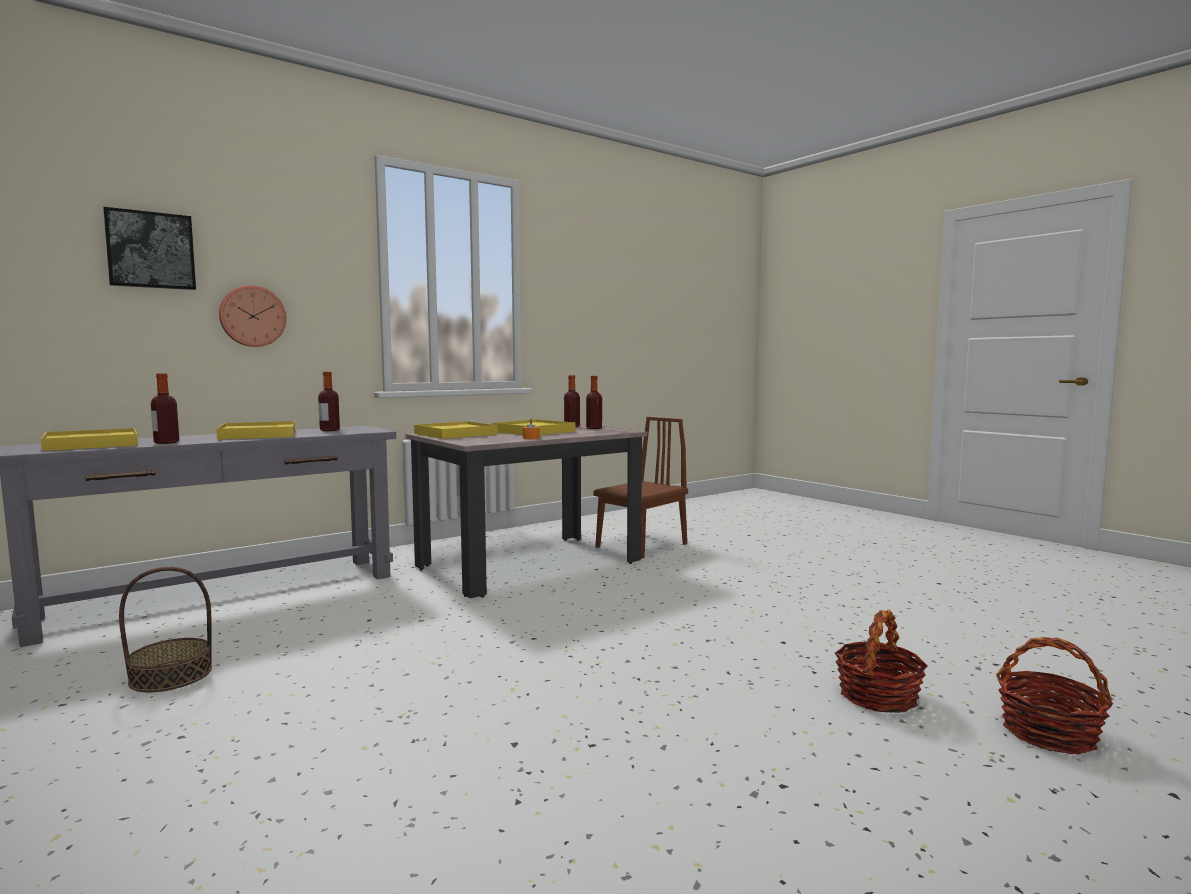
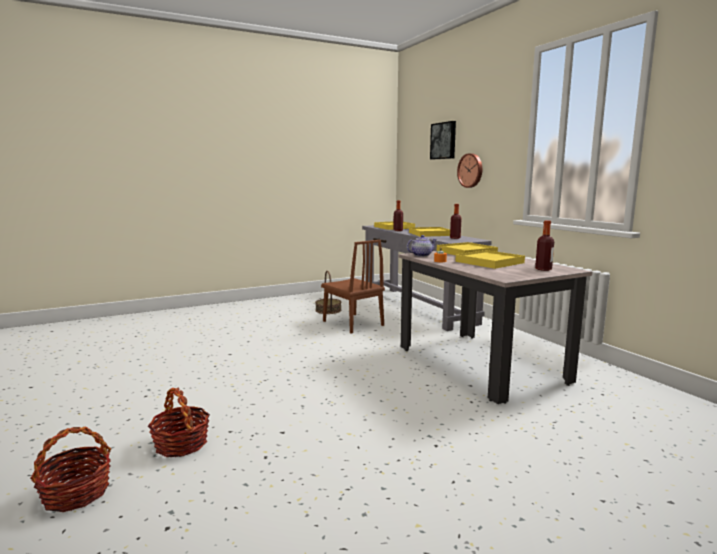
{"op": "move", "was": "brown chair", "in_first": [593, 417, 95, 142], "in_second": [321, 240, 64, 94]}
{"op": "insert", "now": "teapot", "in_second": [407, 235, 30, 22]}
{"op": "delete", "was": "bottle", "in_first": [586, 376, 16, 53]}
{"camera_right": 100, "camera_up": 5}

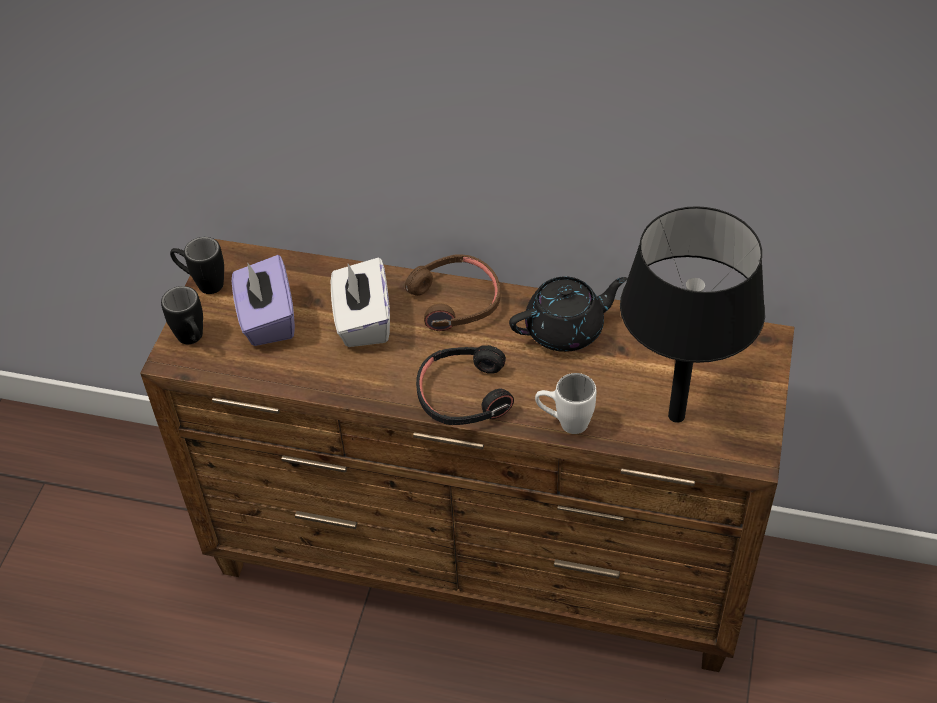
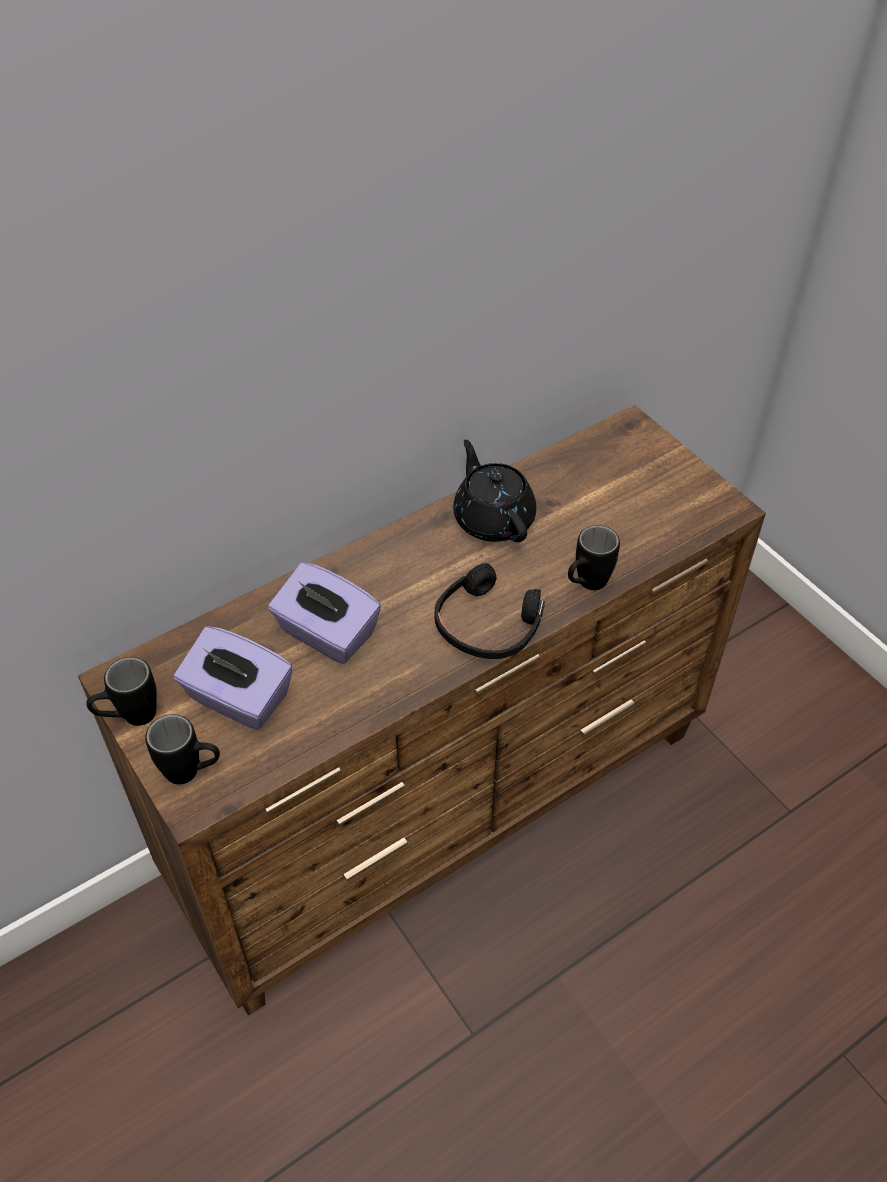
{"op": "recolor", "was": "white tissue box", "now": "purple tissue box", "in_first": [331, 257, 59, 90], "in_second": [268, 562, 113, 102]}
{"op": "rotate", "was": "black teapot", "in_first": [509, 276, 119, 76], "in_second": [453, 440, 83, 102], "clockwise": -45}
{"op": "recolor", "was": "white mug", "now": "black mug", "in_first": [535, 373, 61, 61], "in_second": [568, 525, 52, 65]}
{"op": "delete", "was": "brown headphones", "in_first": [405, 254, 96, 77]}
{"op": "delete", "was": "black table lamp", "in_first": [620, 206, 145, 217]}
{"camera_right": -50, "camera_up": 0}

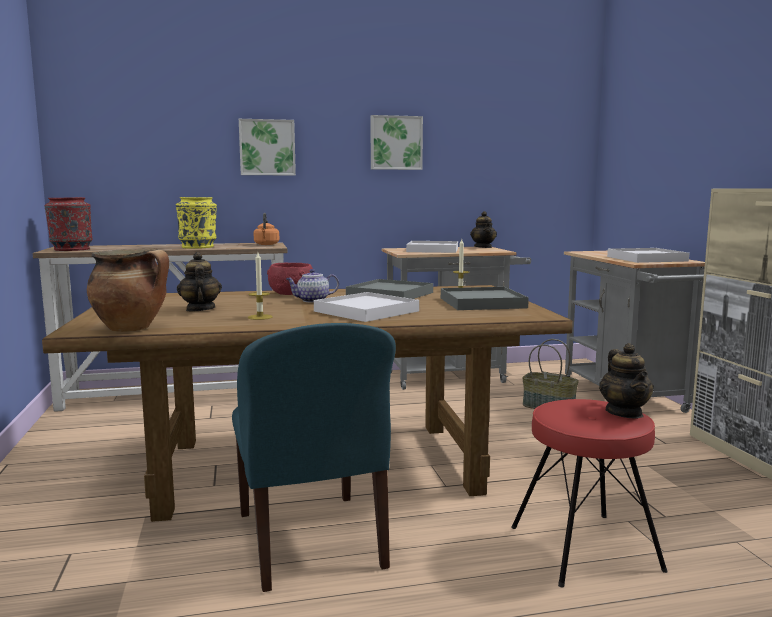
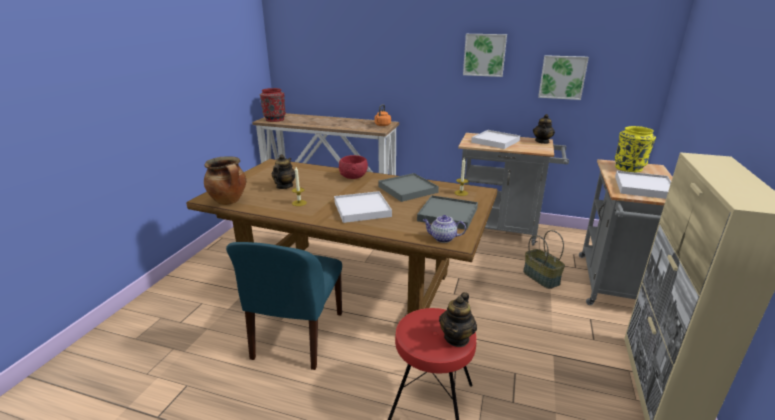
{"op": "move", "was": "teapot", "in_first": [286, 269, 53, 34], "in_second": [423, 215, 43, 28]}
{"op": "move", "was": "picture", "in_first": [239, 119, 57, 56], "in_second": [538, 55, 51, 45]}
{"op": "move", "was": "yellow vase", "in_first": [176, 197, 41, 52], "in_second": [614, 126, 42, 46]}
{"camera_right": 30, "camera_up": 15}

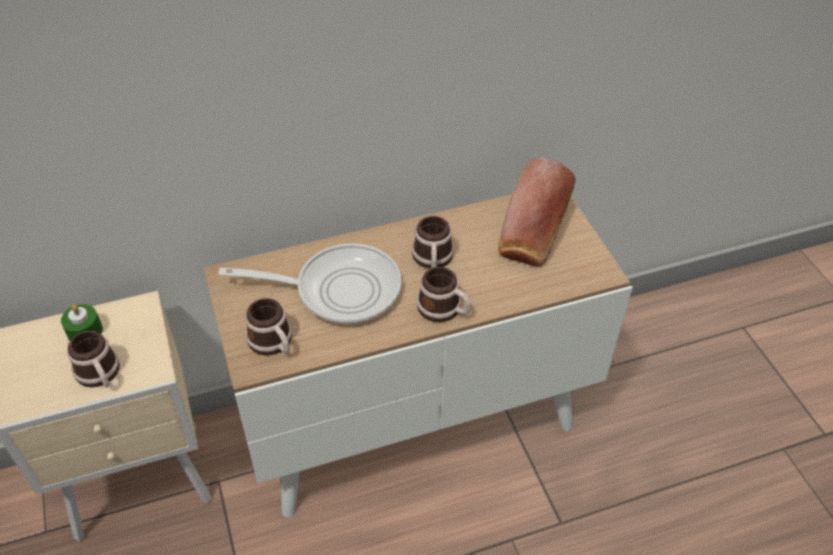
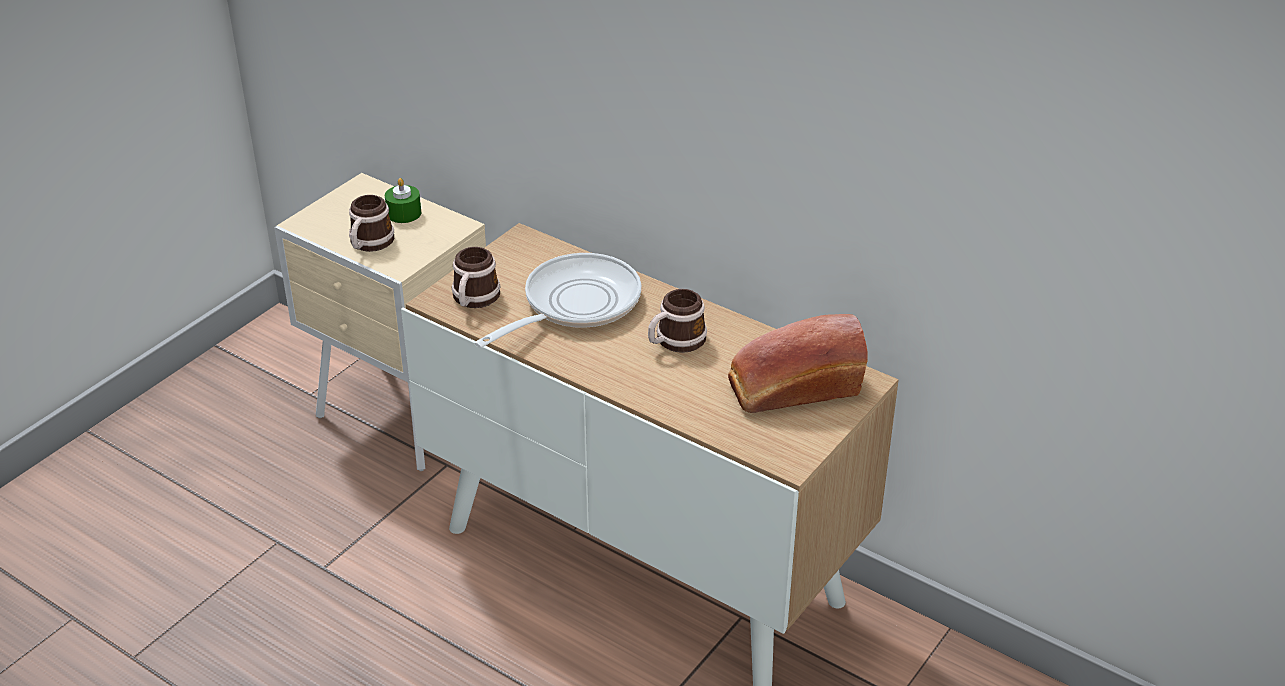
{"op": "rotate", "was": "frying pan", "in_first": [219, 243, 183, 81], "in_second": [474, 253, 167, 95], "clockwise": -105}
{"op": "delete", "was": "mug", "in_first": [417, 267, 54, 55]}
{"camera_right": 55, "camera_up": -10}

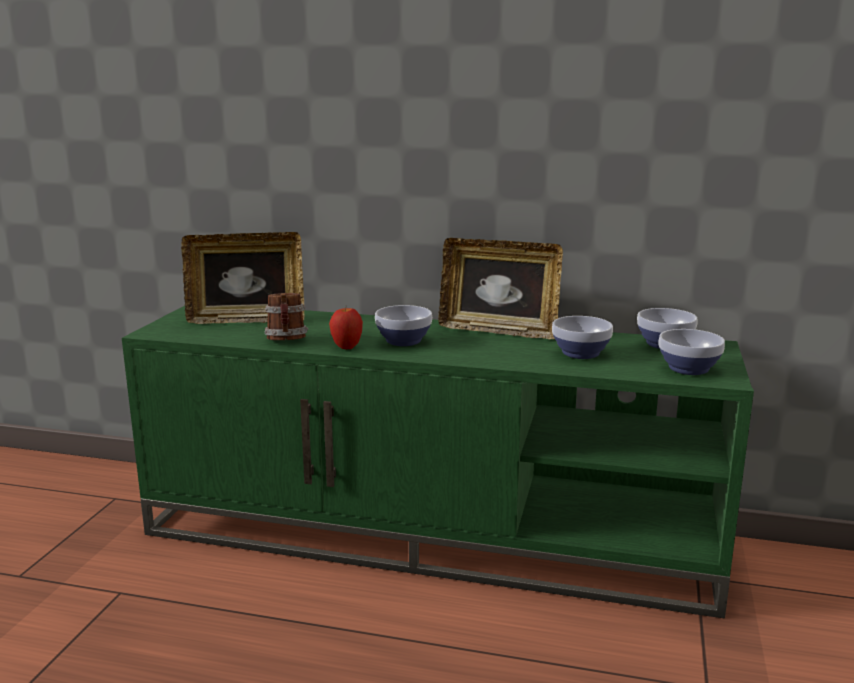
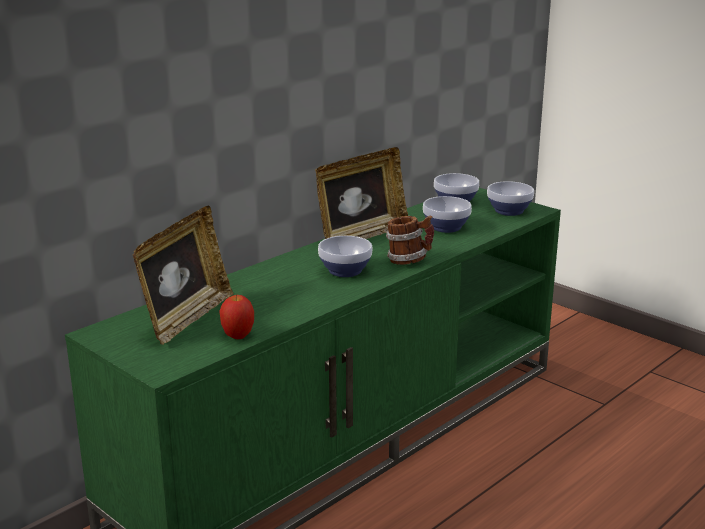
{"op": "move", "was": "apple", "in_first": [329, 308, 34, 41], "in_second": [219, 294, 35, 45]}
{"op": "move", "was": "mug", "in_first": [264, 293, 44, 47], "in_second": [386, 215, 48, 50]}
{"camera_right": -60, "camera_up": 5}

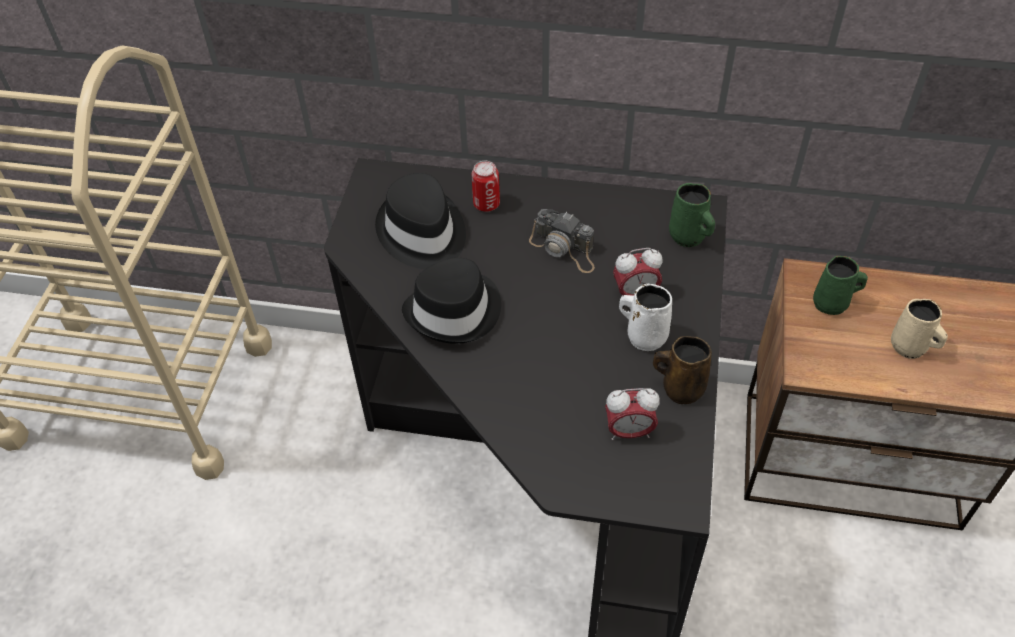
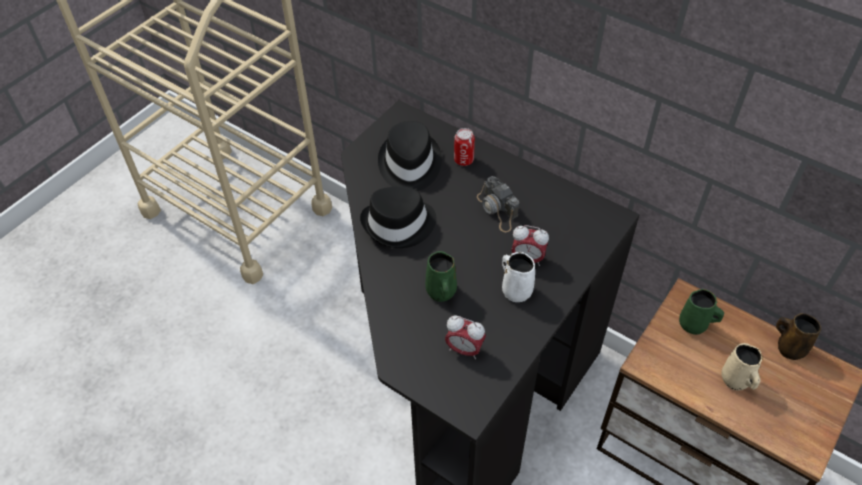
{"op": "move", "was": "green mug", "in_first": [669, 183, 46, 64], "in_second": [425, 251, 32, 51]}
{"op": "move", "was": "brown mug", "in_first": [653, 336, 59, 68], "in_second": [776, 313, 45, 47]}
{"camera_right": 25, "camera_up": 0}

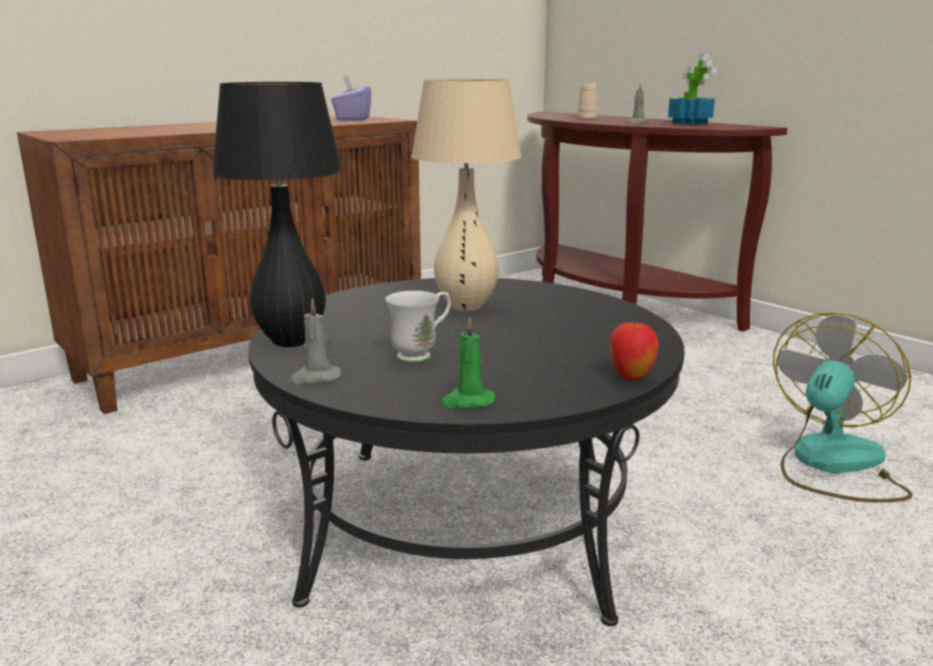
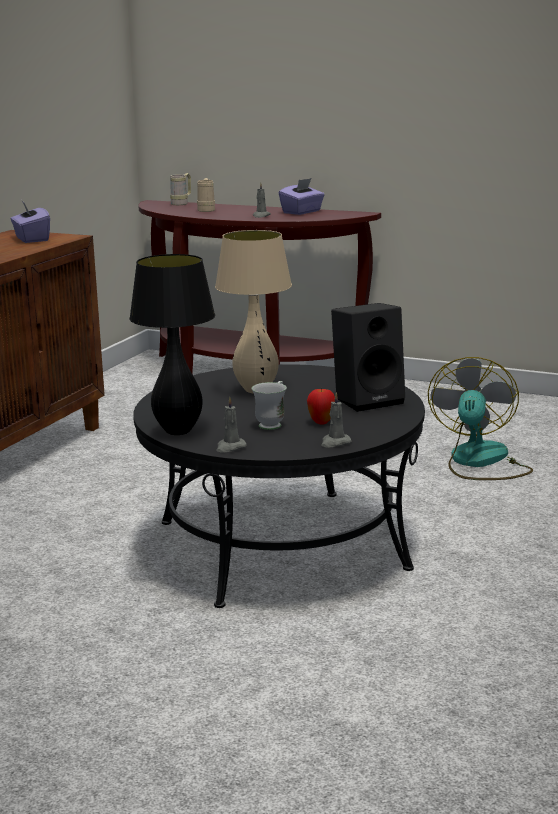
{"op": "insert", "now": "beige mug", "in_second": [170, 173, 21, 32]}
{"op": "replace", "was": "potted plant", "now": "purple tissue box", "in_first": [668, 54, 49, 71], "in_second": [279, 178, 46, 37]}
{"op": "move", "was": "apple", "in_first": [609, 320, 50, 61], "in_second": [307, 387, 28, 37]}
{"op": "recolor", "was": "green candle", "now": "grey candle", "in_first": [440, 316, 55, 92], "in_second": [321, 392, 30, 56]}
{"op": "insert", "now": "black speaker", "in_second": [331, 303, 74, 109]}
{"camera_right": -25, "camera_up": 0}

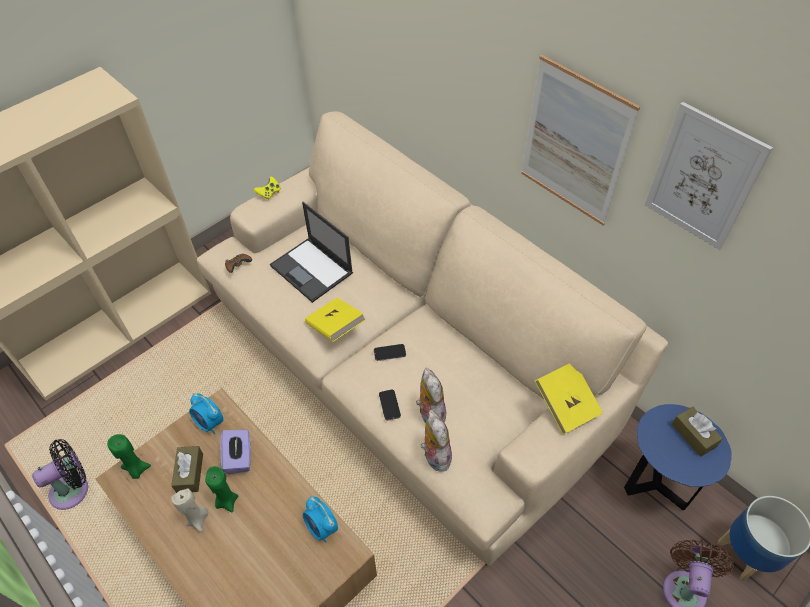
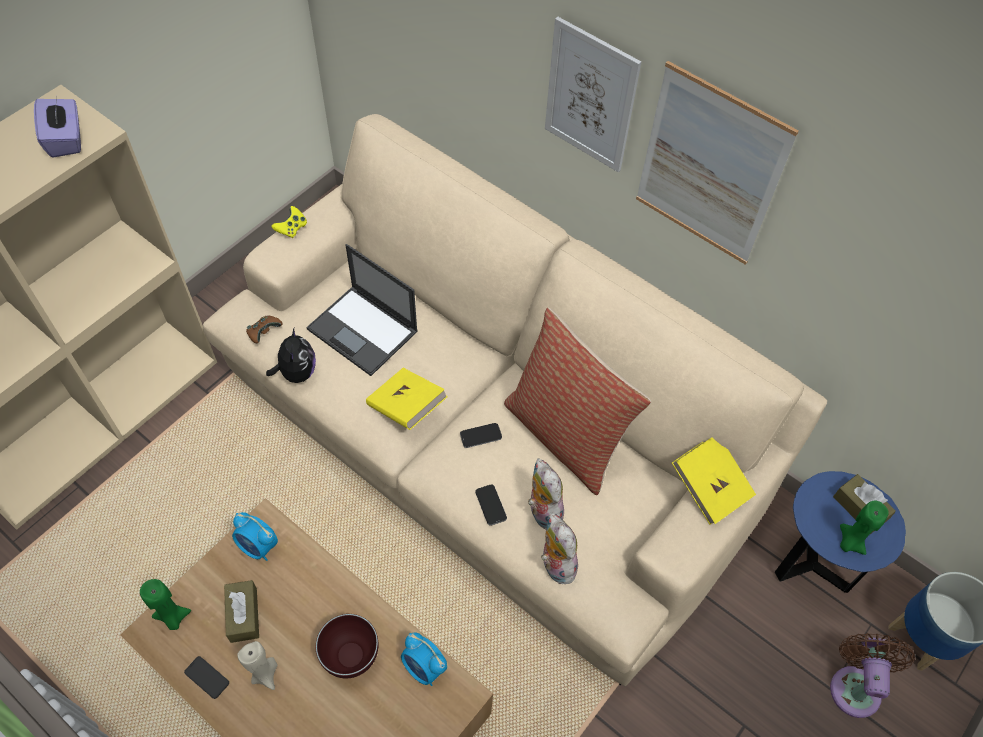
{"op": "move", "was": "purple tissue box", "in_first": [221, 430, 30, 44], "in_second": [34, 96, 47, 62]}
{"op": "insert", "now": "phone", "in_second": [184, 656, 45, 43]}
{"op": "insert", "now": "plush toy", "in_second": [266, 328, 50, 55]}
{"op": "insert", "now": "brown bowl", "in_second": [316, 614, 63, 64]}
{"op": "insert", "now": "pillow", "in_second": [504, 307, 147, 188]}
{"op": "move", "was": "picture", "in_first": [645, 102, 128, 148], "in_second": [545, 17, 96, 155]}
{"op": "move", "was": "green candle", "in_first": [205, 466, 33, 47], "in_second": [840, 501, 49, 54]}
{"op": "delete", "was": "black fan", "in_first": [32, 439, 56, 71]}
{"camera_right": -10, "camera_up": 5}

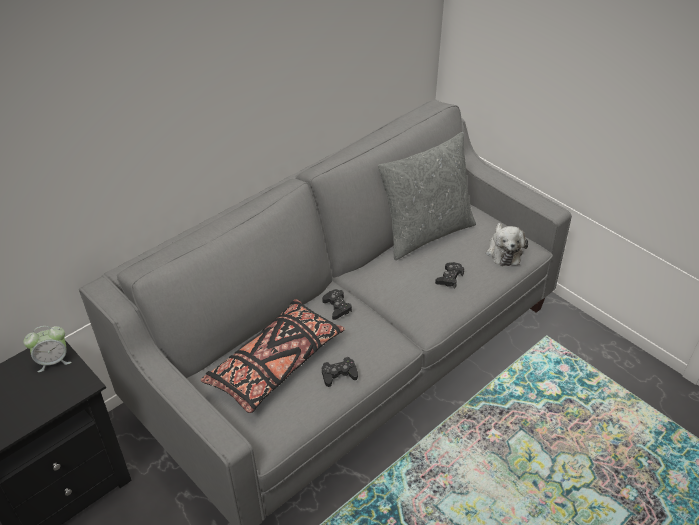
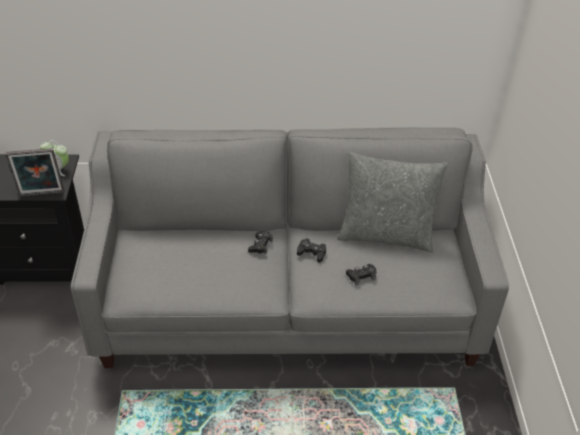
{"op": "insert", "now": "picture frame", "in_second": [5, 148, 59, 49]}
{"op": "move", "was": "black game controller", "in_first": [322, 357, 36, 30], "in_second": [297, 238, 29, 25]}
{"op": "delete", "was": "black pillow", "in_first": [201, 299, 144, 114]}
{"op": "delete", "was": "plush toy", "in_first": [486, 223, 42, 43]}
{"camera_right": 40, "camera_up": 0}

